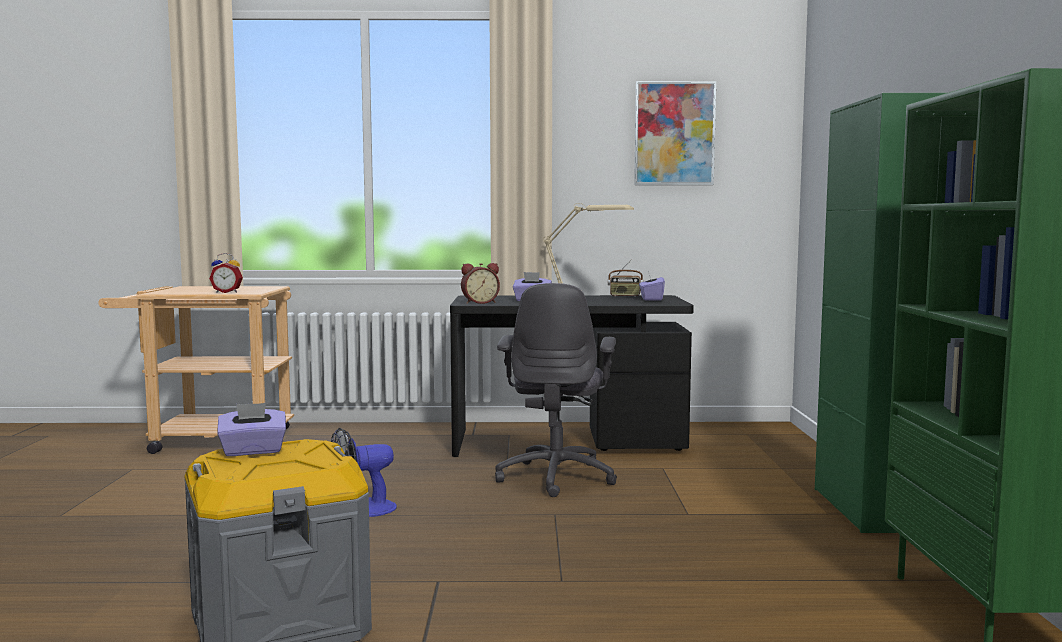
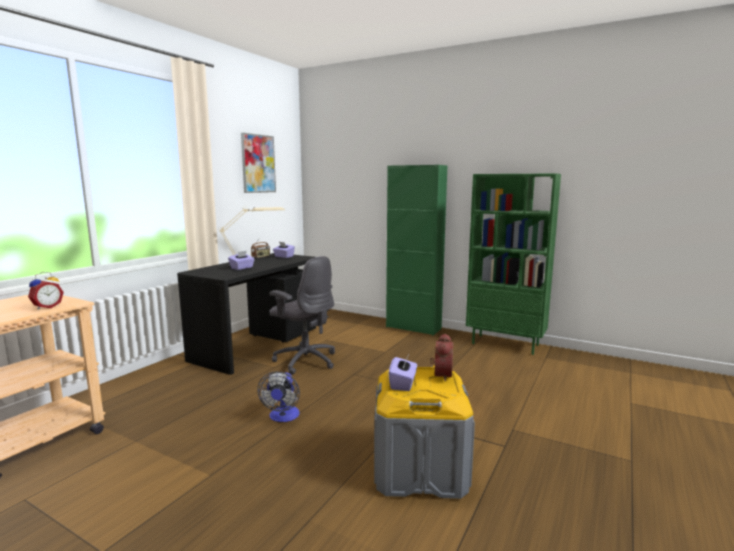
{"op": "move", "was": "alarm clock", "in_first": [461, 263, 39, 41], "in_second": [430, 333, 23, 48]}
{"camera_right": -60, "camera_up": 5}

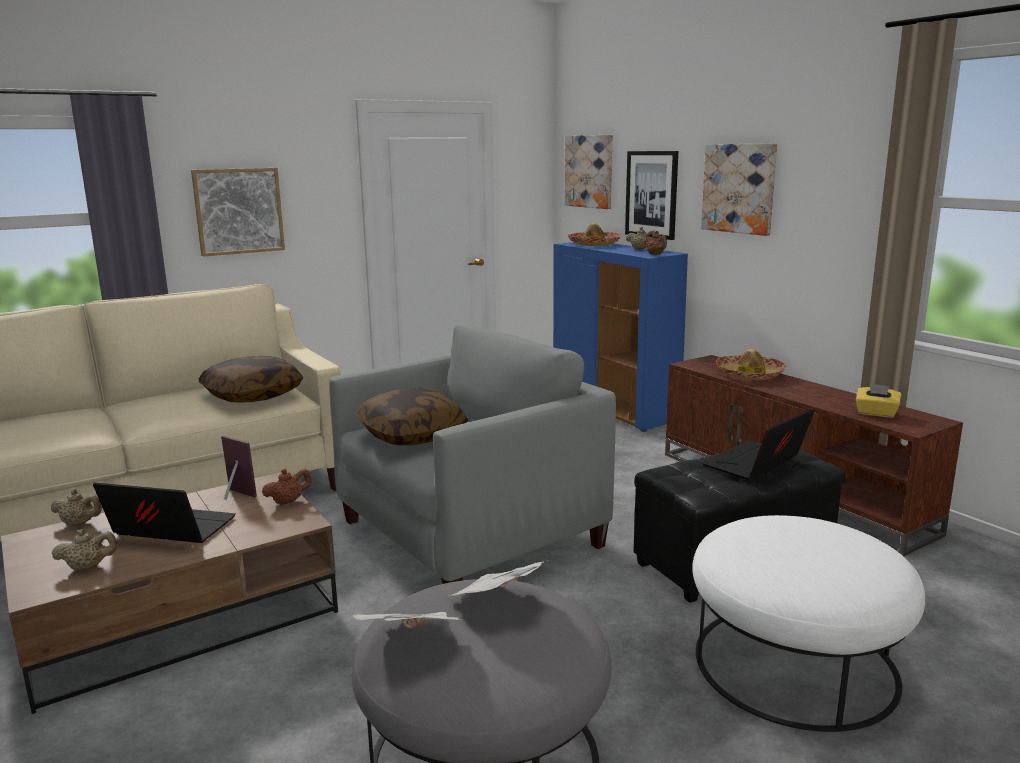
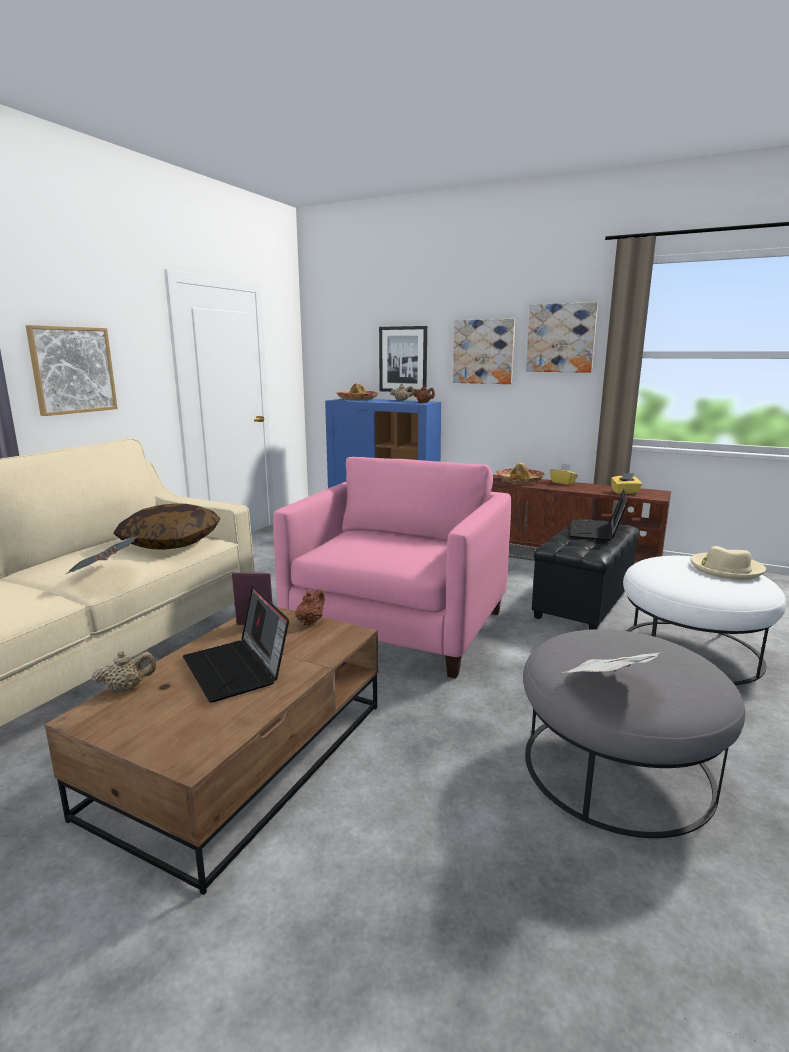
{"op": "move", "was": "newspaper", "in_first": [450, 560, 99, 36], "in_second": [66, 536, 71, 38]}
{"op": "rotate", "was": "laptop", "in_first": [93, 483, 143, 60], "in_second": [183, 586, 106, 117], "clockwise": -105}
{"op": "recolor", "was": "grey armchair", "now": "pink armchair", "in_first": [329, 323, 287, 261], "in_second": [273, 457, 238, 222]}
{"op": "move", "was": "picture", "in_first": [564, 135, 49, 74], "in_second": [526, 302, 72, 71]}
{"op": "insert", "now": "yellow tissue box", "in_second": [550, 463, 28, 22]}
{"op": "insert", "now": "beige hat", "in_second": [690, 546, 76, 34]}
{"op": "delete", "was": "beige teapot", "in_first": [52, 529, 66, 42]}
{"op": "delete", "was": "pillow", "in_first": [356, 389, 112, 56]}
{"camera_right": -30, "camera_up": 0}

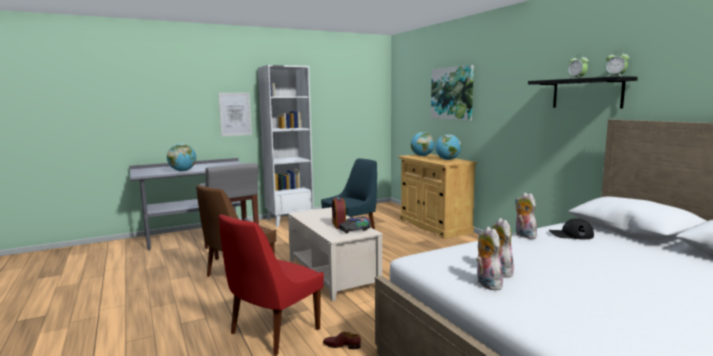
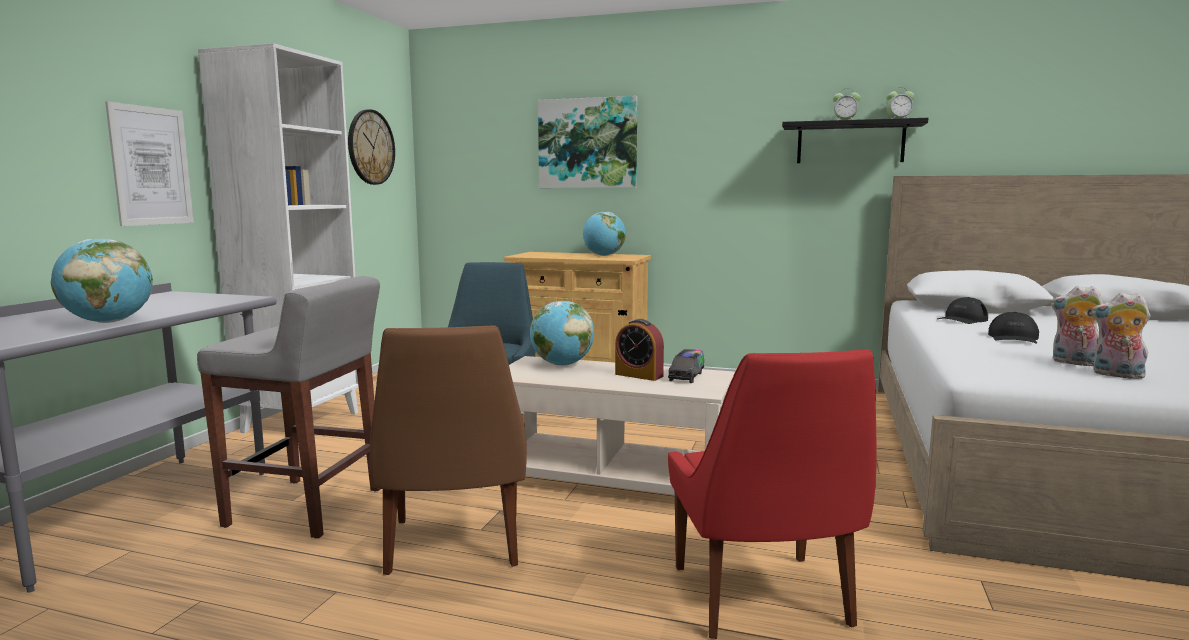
{"op": "insert", "now": "wall clock", "in_second": [348, 109, 47, 76]}
{"op": "move", "was": "globe", "in_first": [411, 132, 24, 24], "in_second": [530, 301, 64, 65]}
{"op": "insert", "now": "black cap", "in_second": [988, 312, 51, 32]}
{"op": "delete", "was": "brown shoe", "in_first": [323, 331, 38, 18]}
{"op": "delete", "was": "plush toy", "in_first": [515, 193, 22, 46]}
{"camera_right": -45, "camera_up": 0}

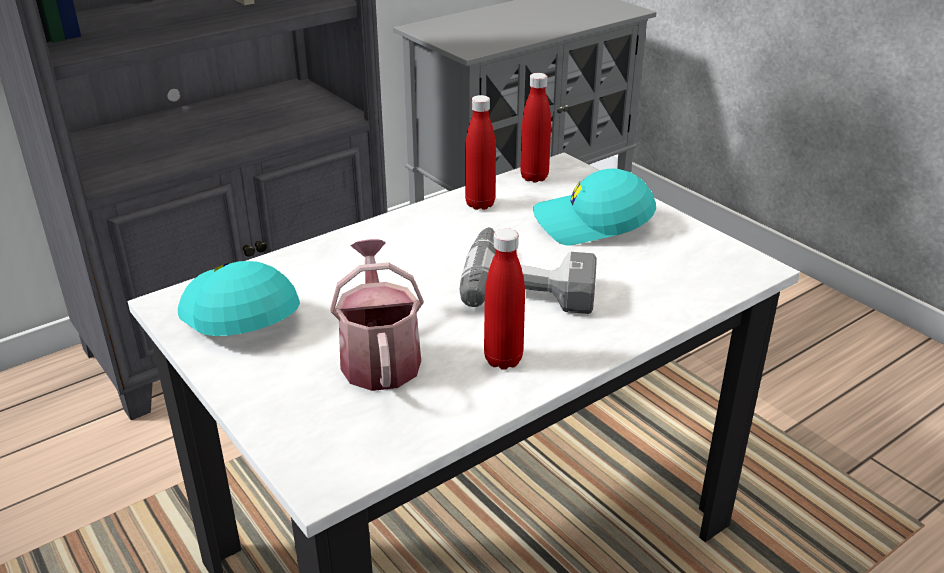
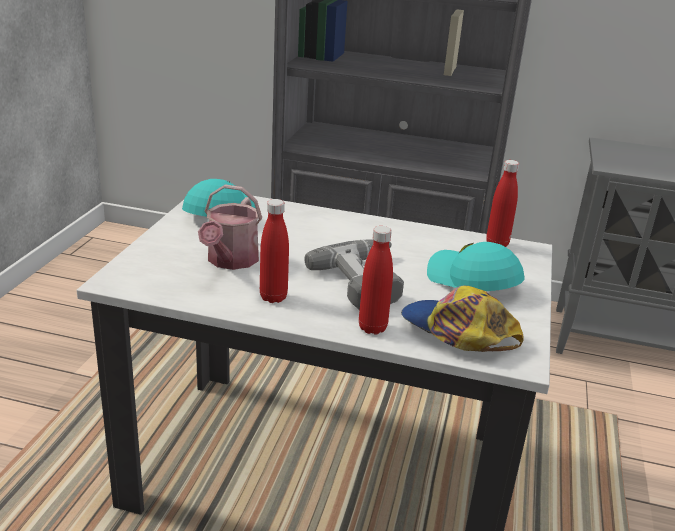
{"op": "rotate", "was": "watering can", "in_first": [330, 239, 94, 152], "in_second": [198, 184, 64, 86], "clockwise": 150}
{"op": "move", "was": "red bottle", "in_first": [465, 95, 31, 115], "in_second": [359, 226, 34, 109]}
{"op": "insert", "now": "cap", "in_second": [401, 286, 123, 66]}
{"camera_right": 50, "camera_up": -5}

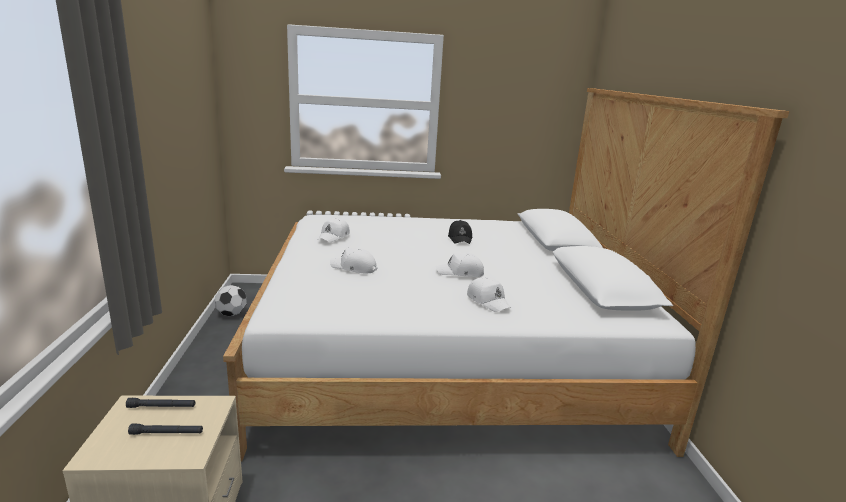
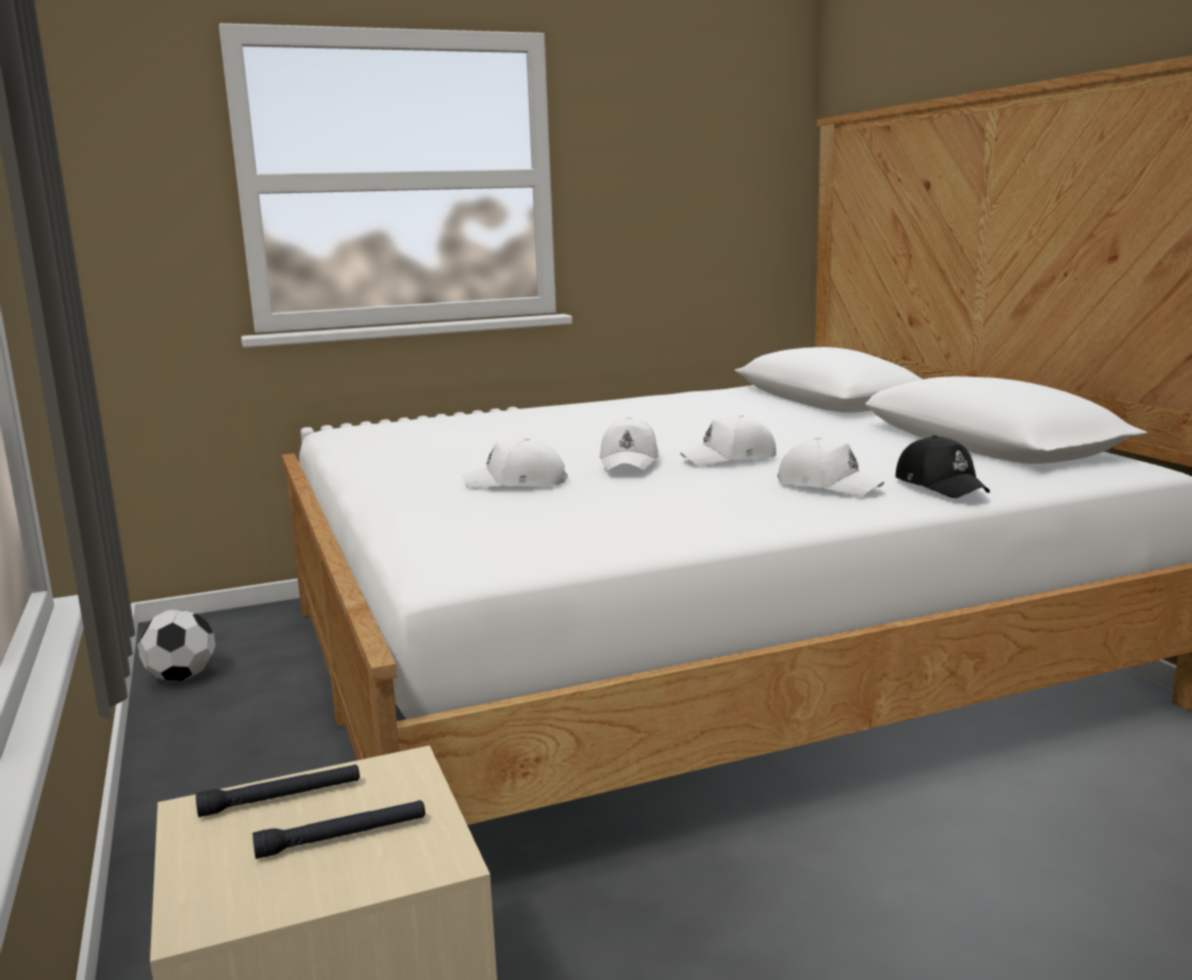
{"op": "move", "was": "white cap", "in_first": [318, 217, 32, 25], "in_second": [599, 416, 60, 55]}
{"op": "move", "was": "black cap", "in_first": [448, 220, 24, 24], "in_second": [895, 435, 95, 63]}
{"camera_right": -15, "camera_up": -5}

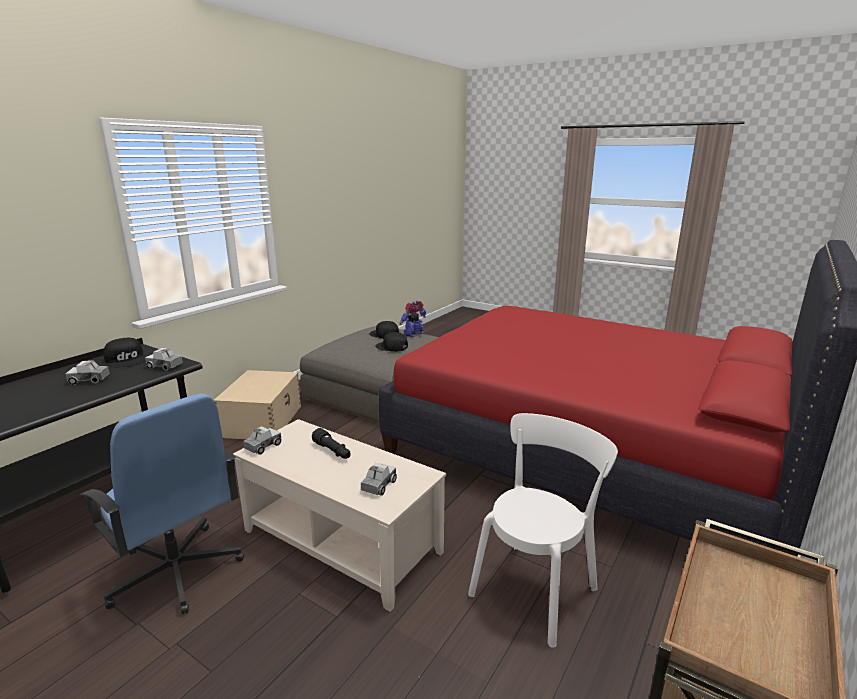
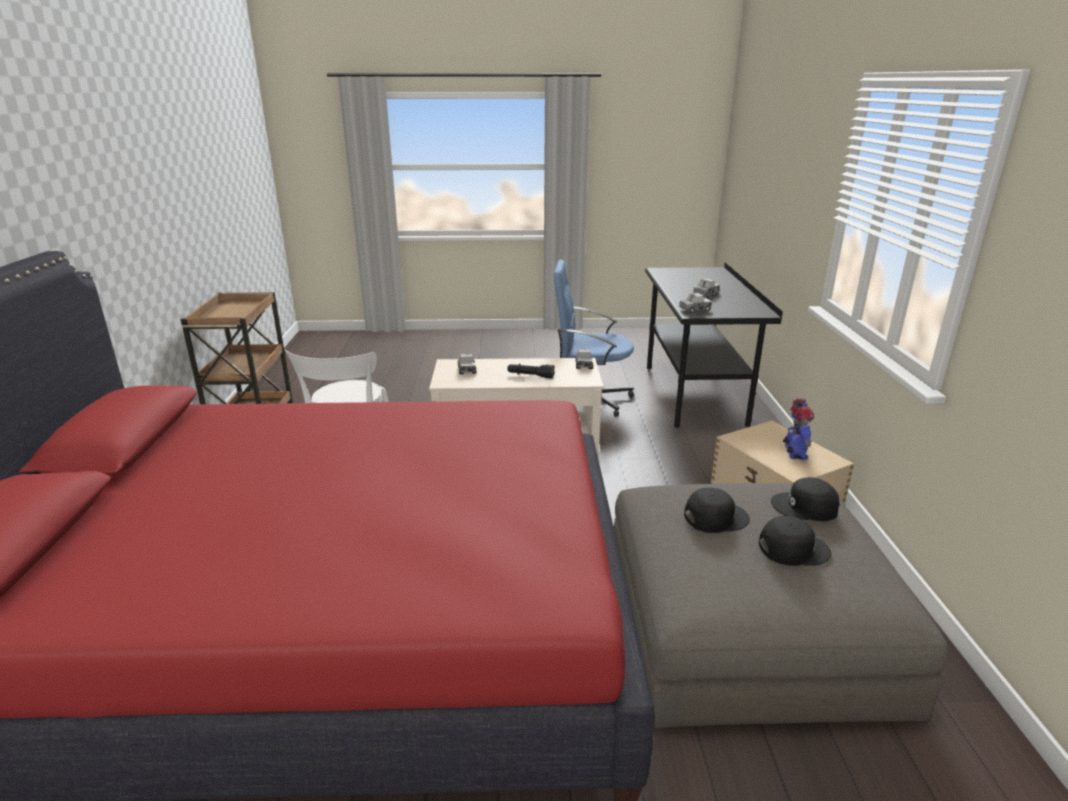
{"op": "move", "was": "black cap", "in_first": [104, 338, 43, 29], "in_second": [771, 477, 68, 44]}
{"op": "move", "was": "toy robot", "in_first": [399, 301, 27, 36], "in_second": [783, 398, 31, 62]}
{"camera_right": 145, "camera_up": 5}

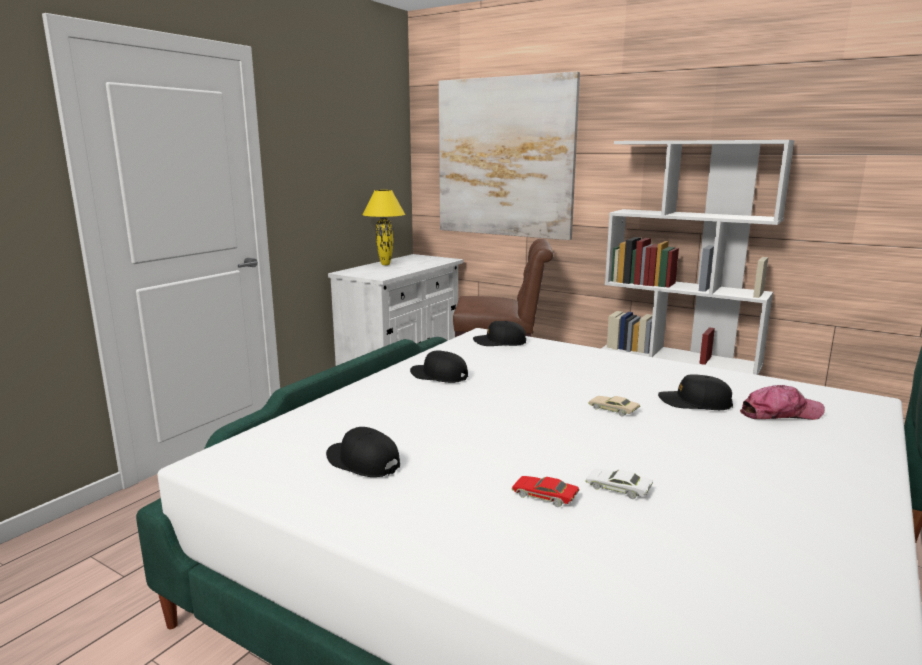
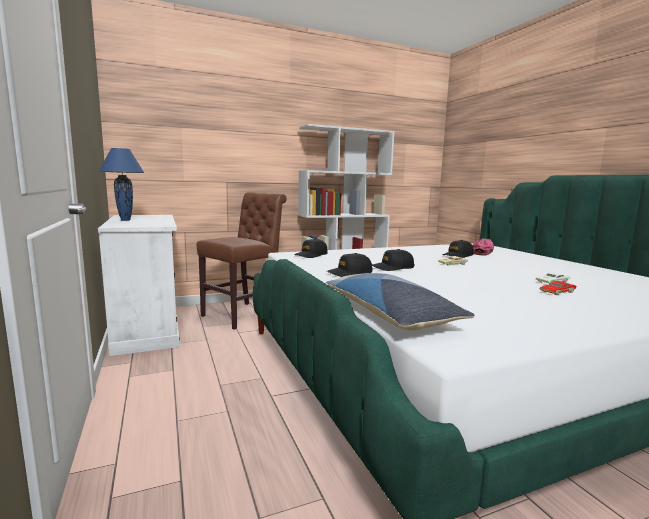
{"op": "recolor", "was": "yellow table lamp", "now": "blue table lamp", "in_first": [362, 190, 43, 75], "in_second": [99, 148, 45, 73]}
{"op": "insert", "now": "pillow", "in_second": [326, 273, 148, 58]}
{"op": "move", "was": "black cap", "in_first": [326, 427, 74, 50], "in_second": [372, 249, 43, 22]}
{"op": "delete", "was": "picture", "in_first": [439, 71, 141, 169]}
{"camera_right": -55, "camera_up": -5}

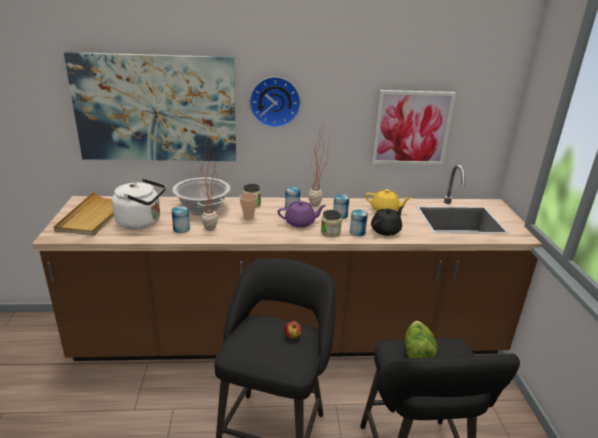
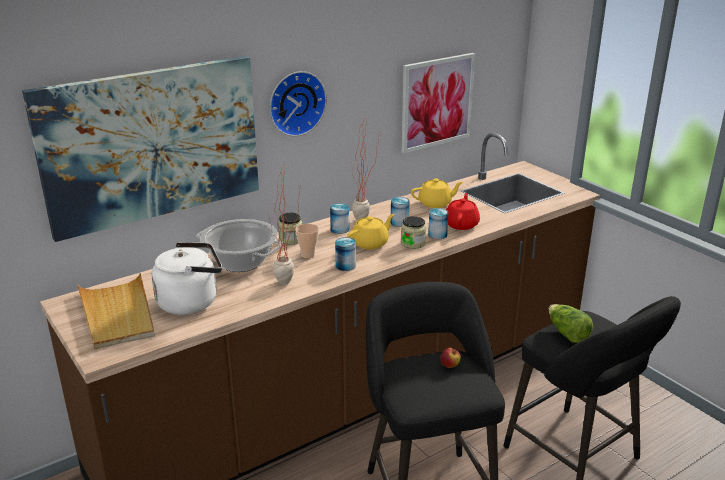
{"op": "move", "was": "can", "in_first": [172, 206, 18, 27], "in_second": [335, 237, 21, 34]}
{"op": "recolor", "was": "purple teapot", "now": "yellow teapot", "in_first": [278, 201, 48, 27], "in_second": [347, 214, 47, 35]}
{"op": "recolor", "was": "black teapot", "now": "red teapot", "in_first": [371, 206, 33, 30], "in_second": [446, 193, 34, 37]}
{"camera_right": -30, "camera_up": 0}

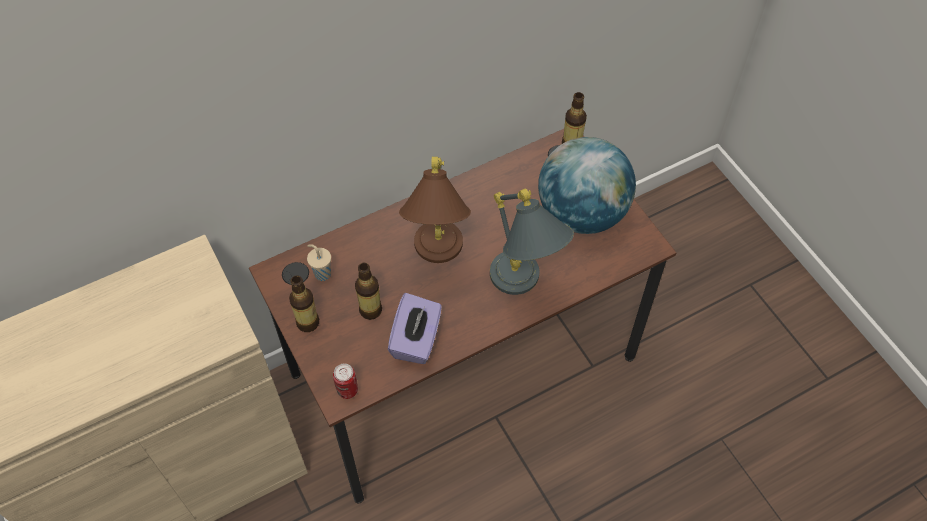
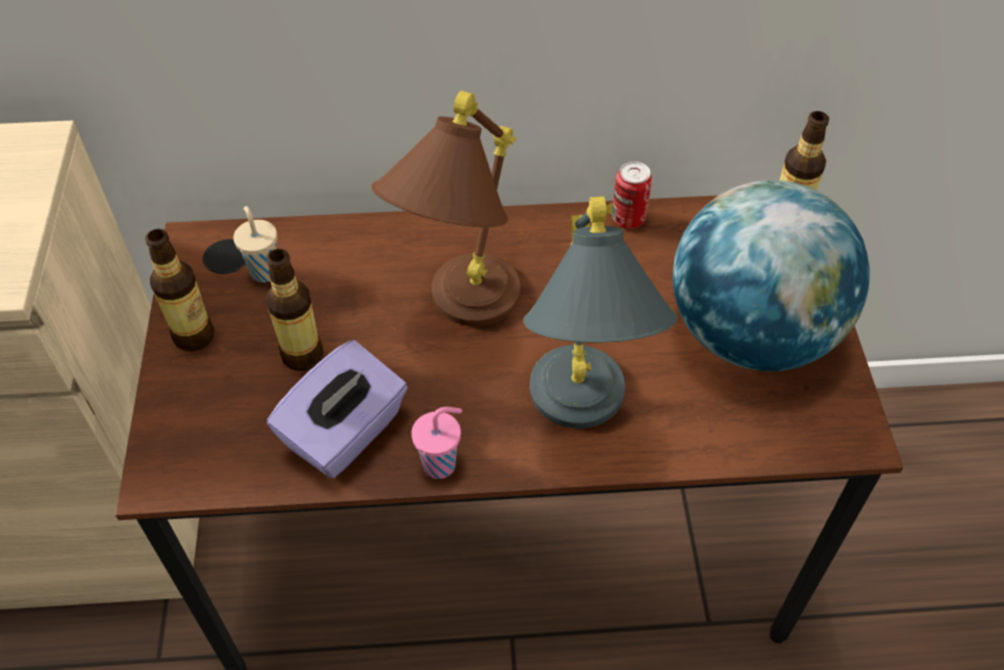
{"op": "insert", "now": "pink cup", "in_second": [411, 407, 51, 72]}
{"op": "move", "was": "can", "in_first": [333, 364, 25, 35], "in_second": [612, 161, 40, 68]}
{"camera_right": 25, "camera_up": -5}

